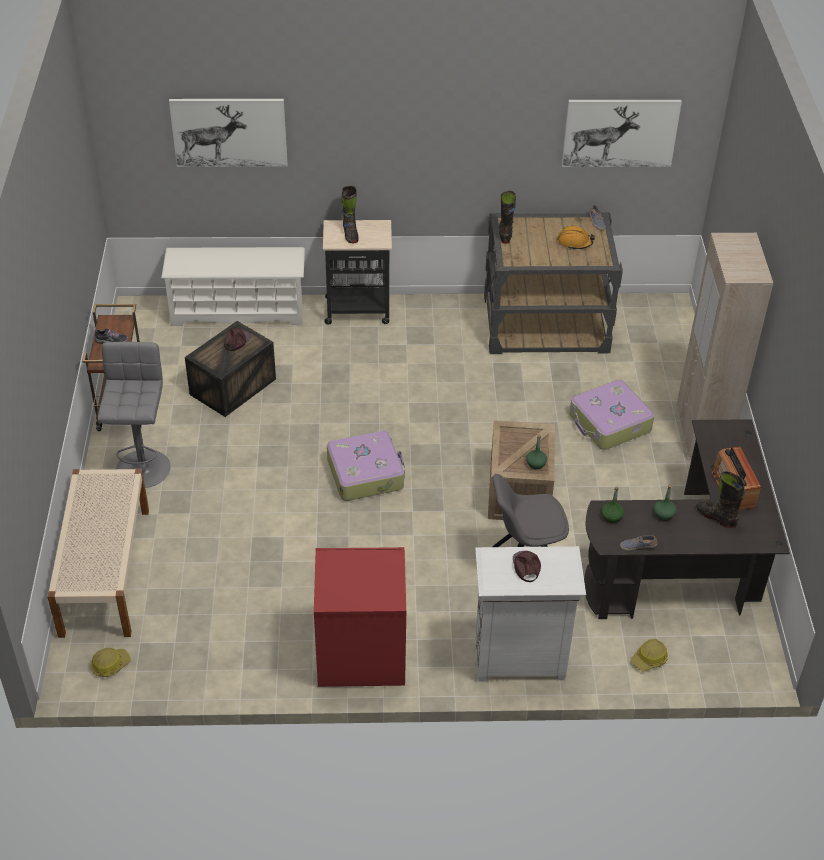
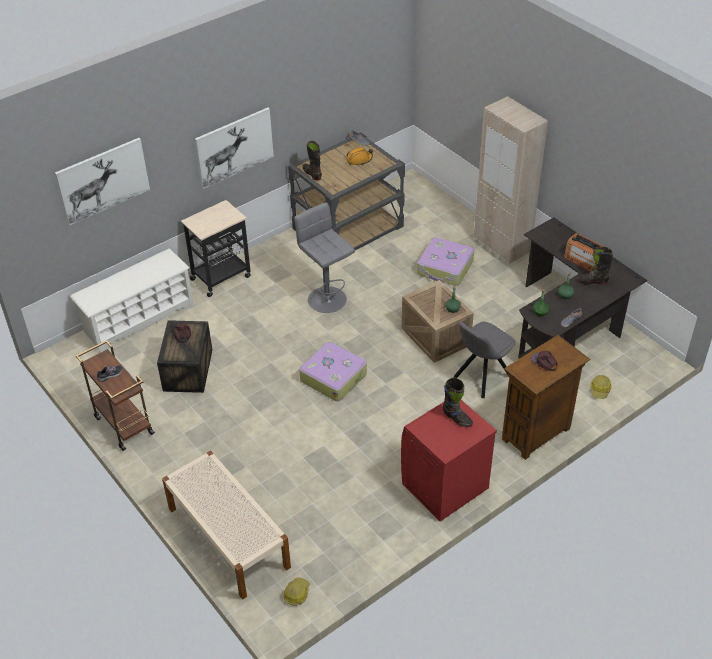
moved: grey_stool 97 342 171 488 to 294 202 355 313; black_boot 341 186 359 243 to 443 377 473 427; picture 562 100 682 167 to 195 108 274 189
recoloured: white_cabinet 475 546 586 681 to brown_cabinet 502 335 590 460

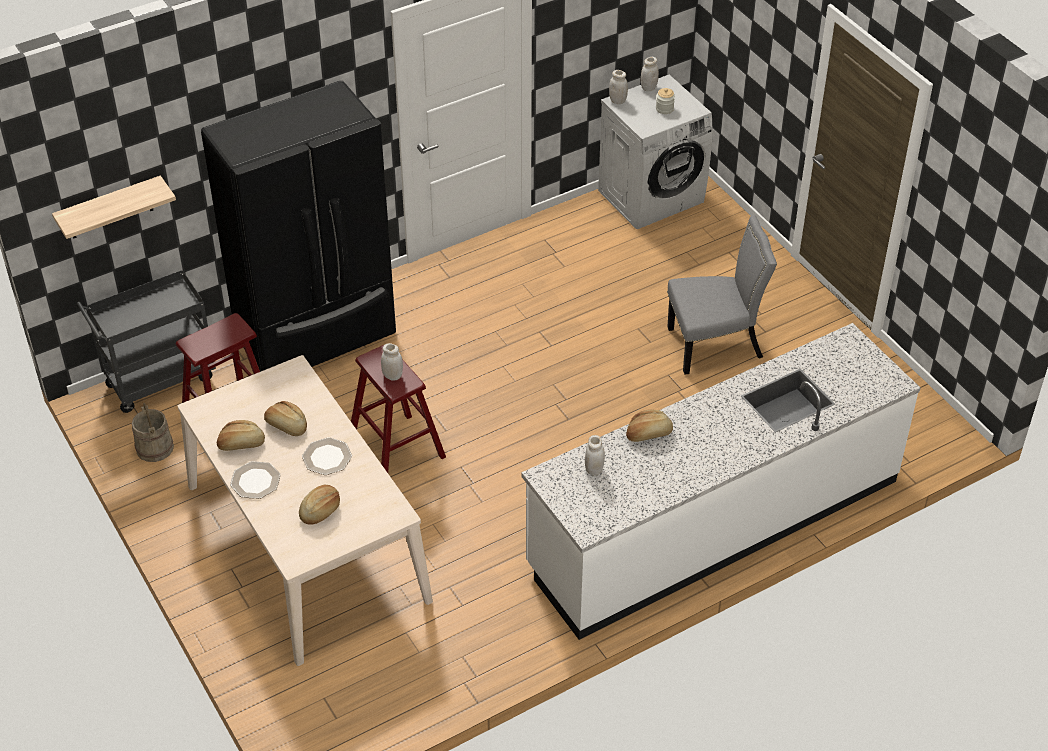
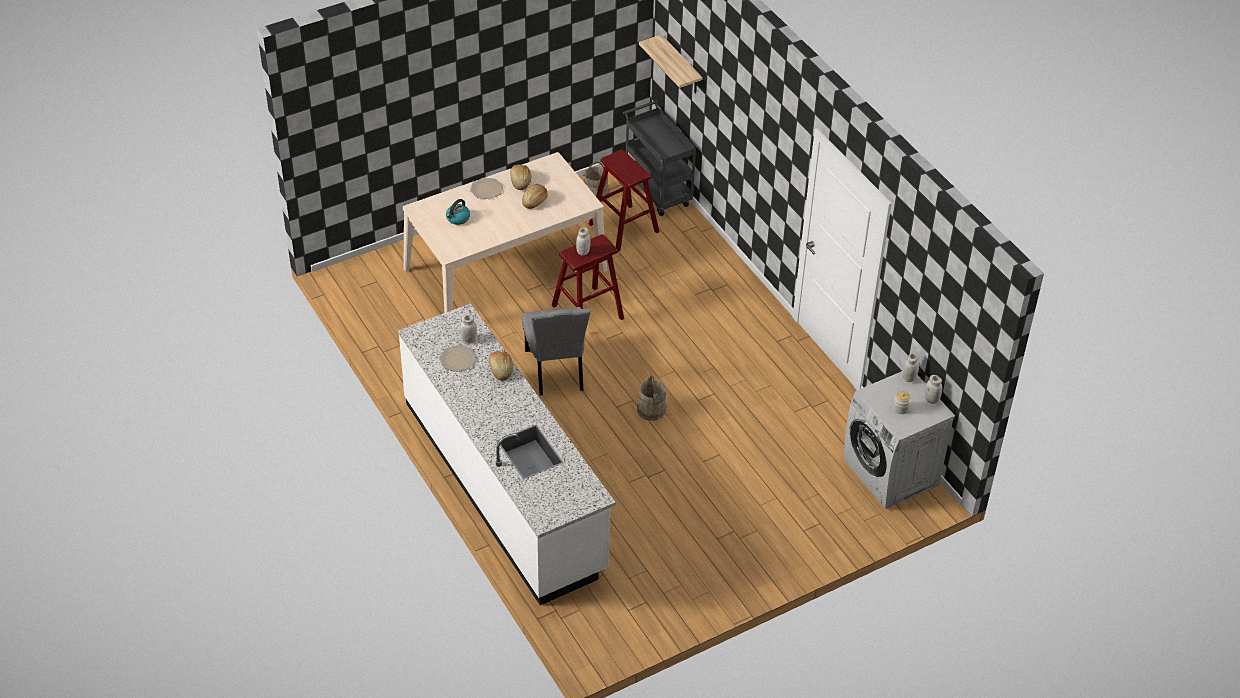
removed: black_fridge 201 81 396 372
added: beige_bucket 637 375 666 421
moved: plate 302 437 352 475 to 439 345 476 372; grey_chair 667 215 777 375 to 522 307 591 395
replaced: bread 299 485 340 525 to kettle 446 199 470 225

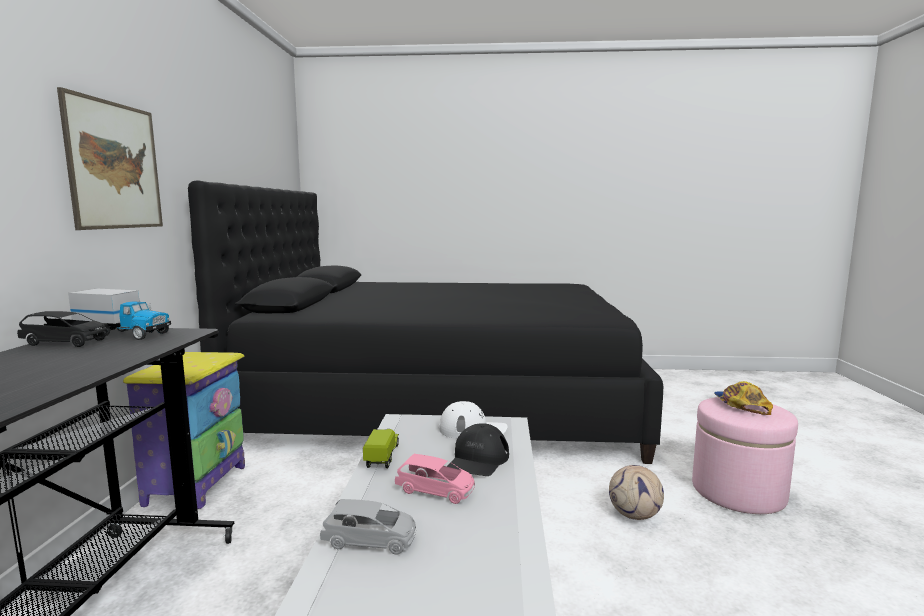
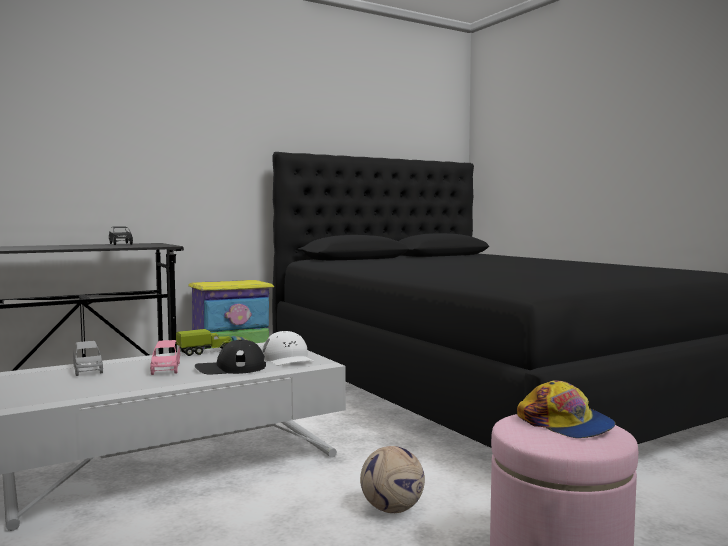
removed: picture 57 87 163 230; toy_truck 68 288 171 340
turned: cap 714 381 773 415 = 517 380 616 438 90 degrees clockwise

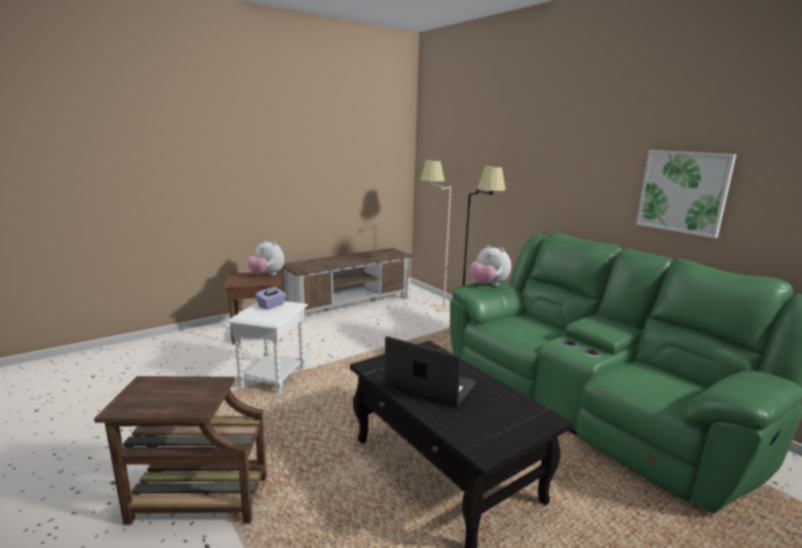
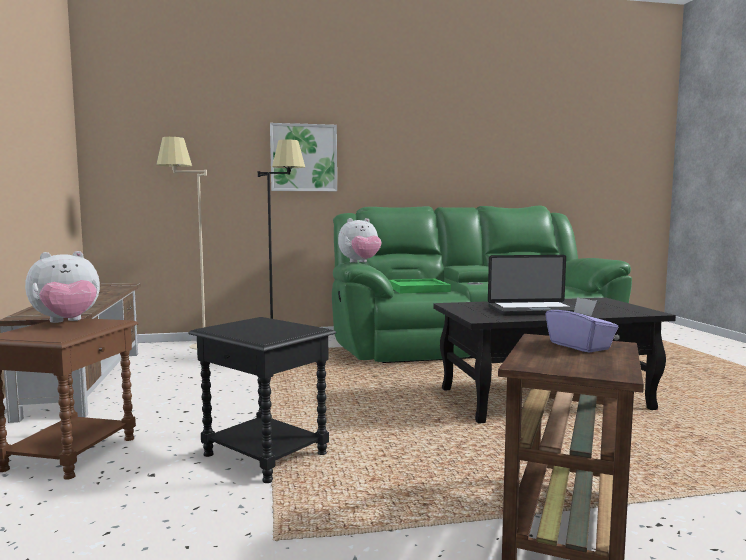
added: green_tray 389 279 451 293
moved: purple_tissue_box 255 286 286 309 to 545 297 619 353; picture 636 150 737 238 to 270 123 337 191
recoloured: white_side_table 227 301 308 394 to black_side_table 188 317 336 483
turned: laptop 384 336 476 406 = 488 255 575 316 150 degrees counterclockwise

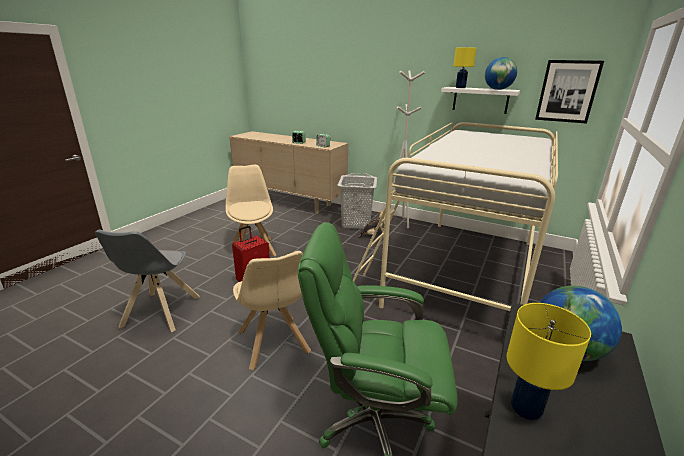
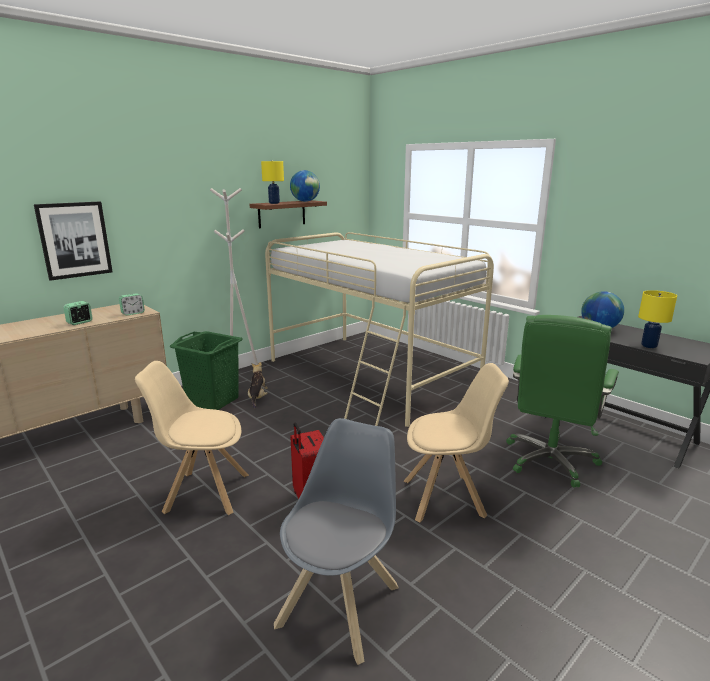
moved: picture 535 60 604 124 to 34 201 113 281
recoloured: grey_laundry_basket 337 173 377 229 to green_laundry_basket 169 331 243 410; white_shelf 441 87 520 114 to brown_shelf 250 200 327 228
turned: grey_chair 95 230 200 332 = 274 418 398 665 90 degrees counterclockwise

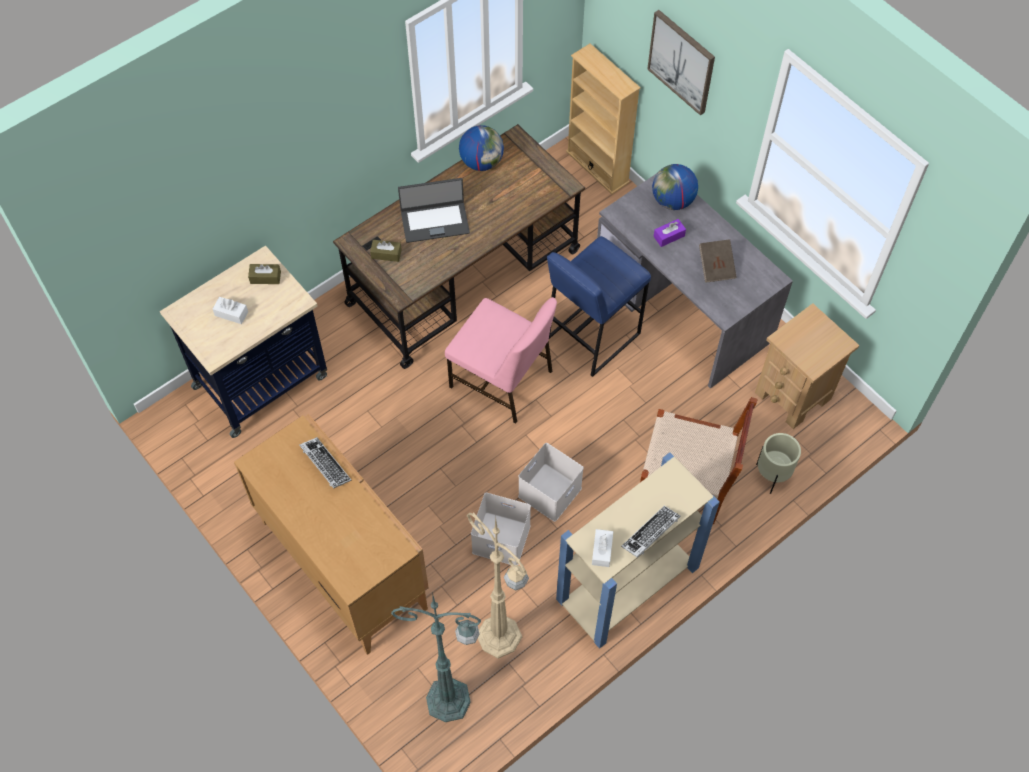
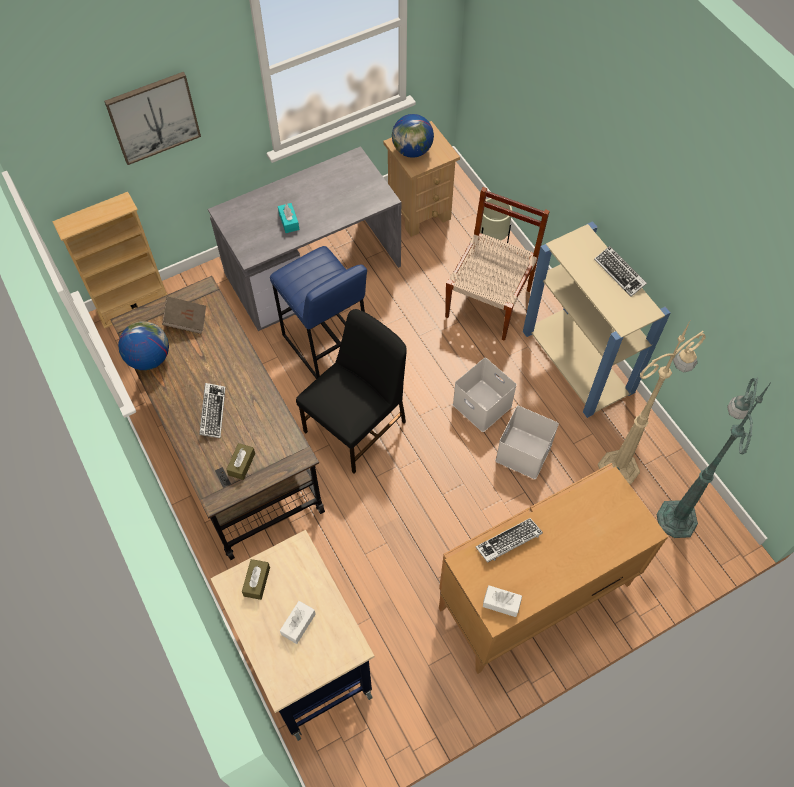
moved: white_tissue_box 592 529 613 567 to 483 586 522 617; globe 652 164 698 210 to 392 114 434 158; brown_book 699 239 737 283 to 162 296 206 334
replaced: laptop 398 178 470 243 to keyboard 199 383 226 438
recoloured: pink_chair 445 297 557 423 to black_chair 296 309 407 474; purple_tissue_box 654 219 686 247 to turquoise_tissue_box 278 203 299 233

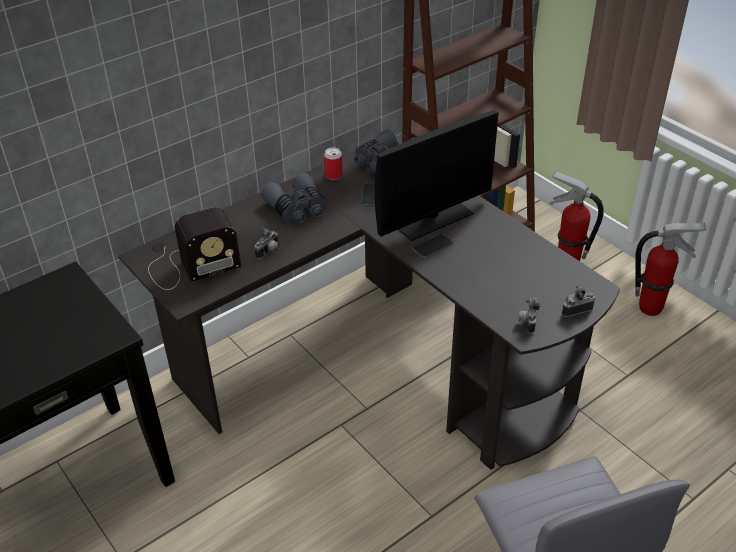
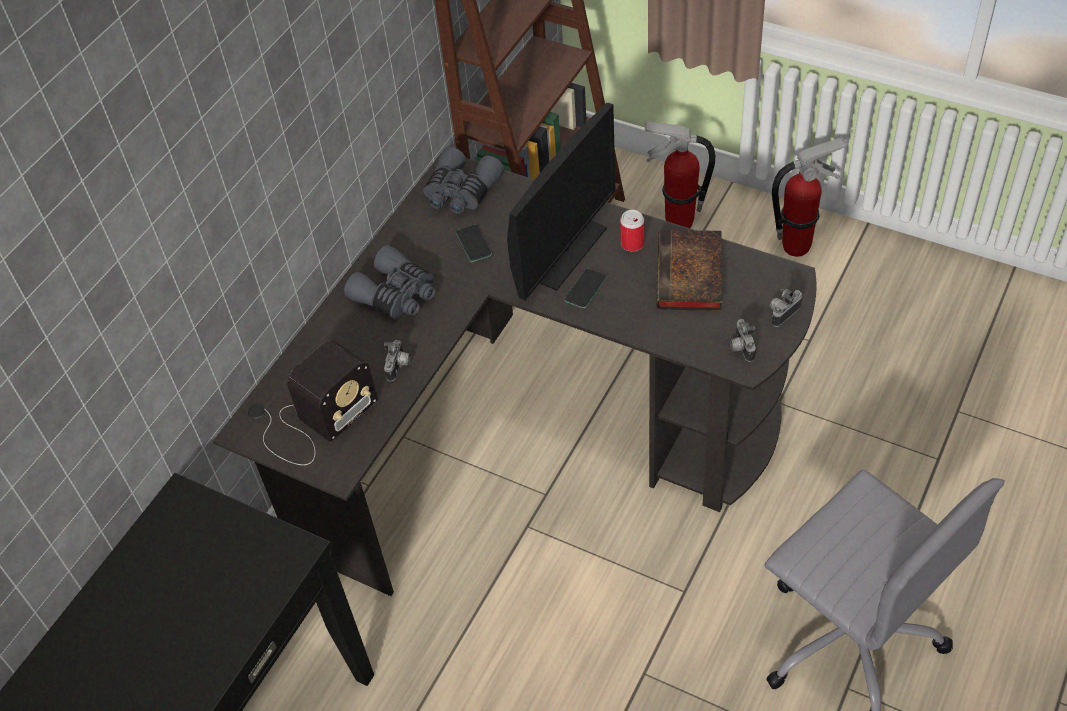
added: book 656 230 722 311
moved: can 324 147 343 180 to 620 210 644 252

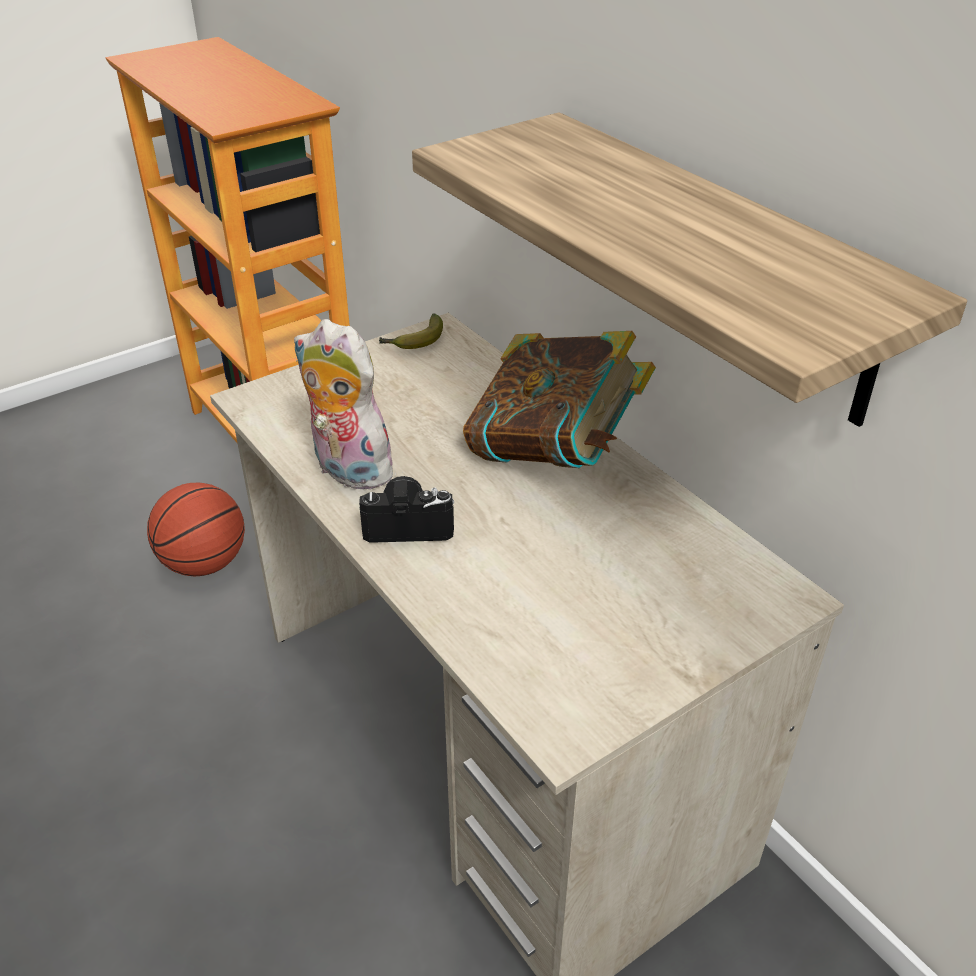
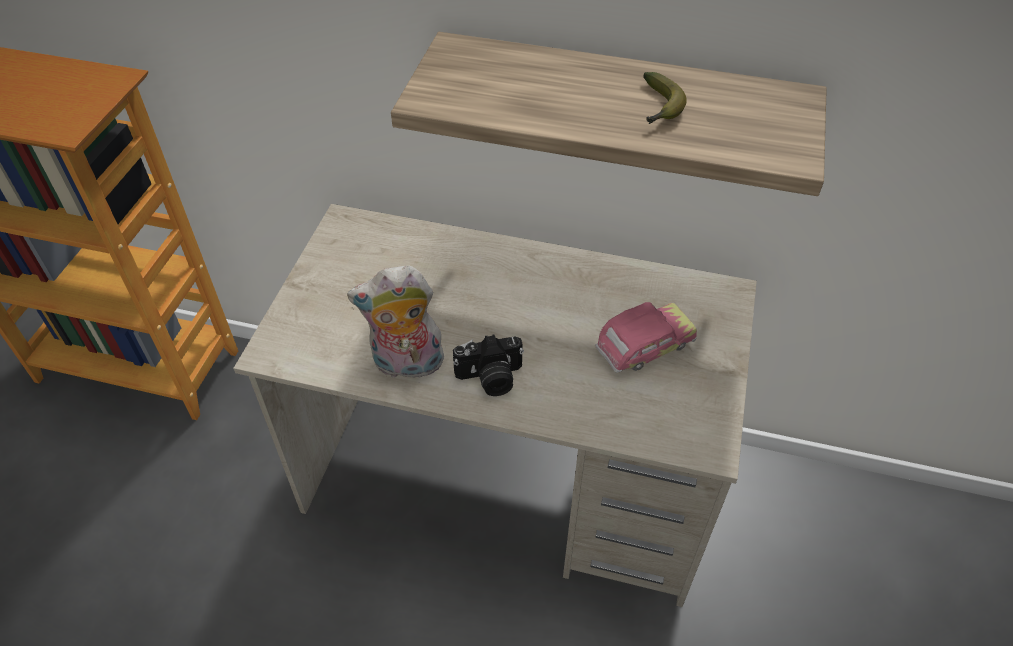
removed: basketball 147 483 245 577; book 463 331 656 468
added: toy_car 595 302 697 373
moved: banana 379 313 443 349 to 643 72 687 124
turned: photo_camera 359 476 454 543 = 453 334 524 396 150 degrees counterclockwise

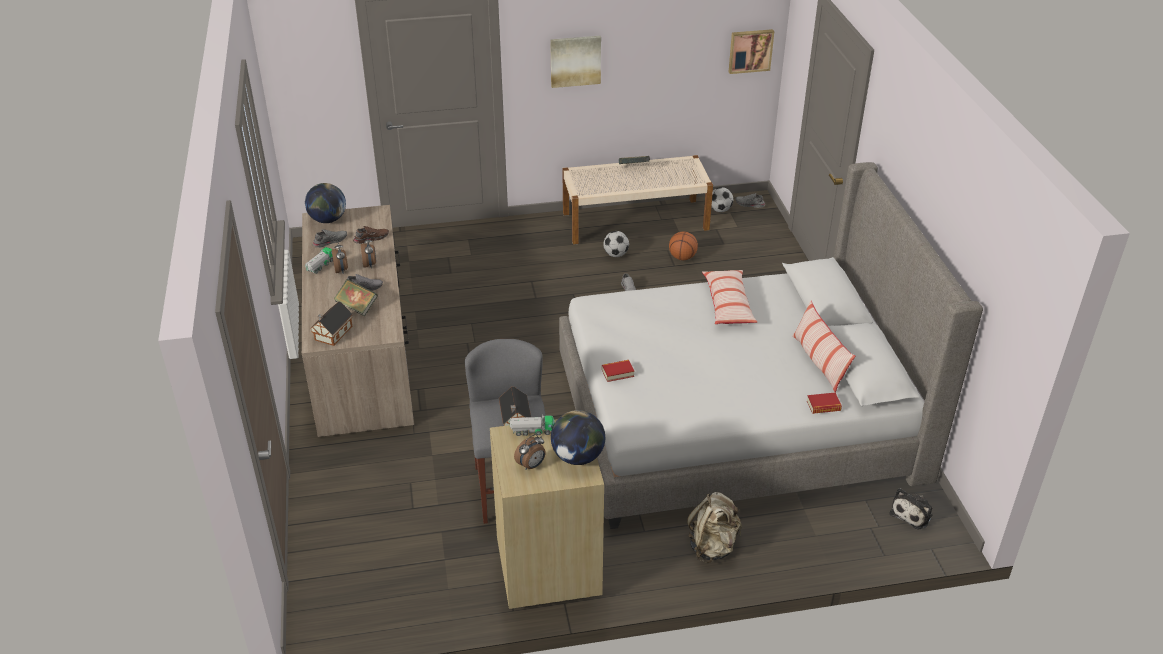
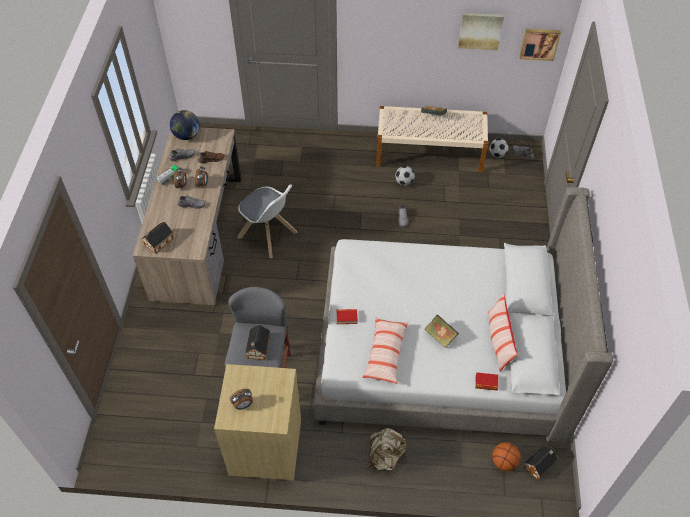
removed: toy_truck 510 414 555 436; globe 551 410 605 465
added: chair 237 184 298 258
moved: book 334 279 378 317 to 424 315 459 348; picture 550 36 601 88 to 458 13 504 50; basketball 669 231 698 260 to 492 442 521 471; pillow 702 270 757 324 to 362 317 409 384
replaced: plush_toy 890 488 932 529 to toy_house 524 445 558 480

